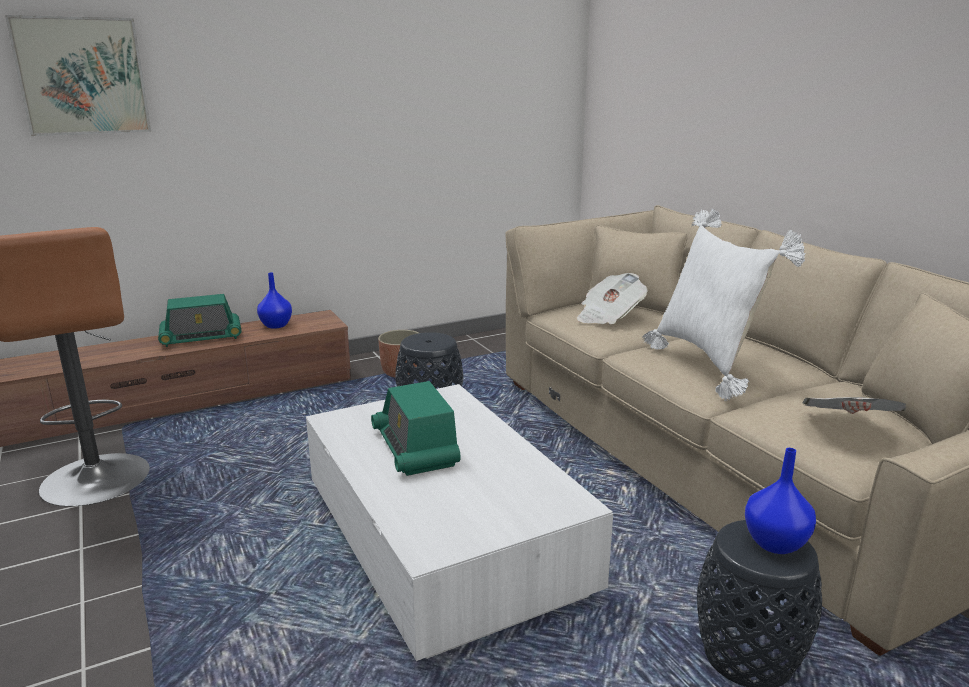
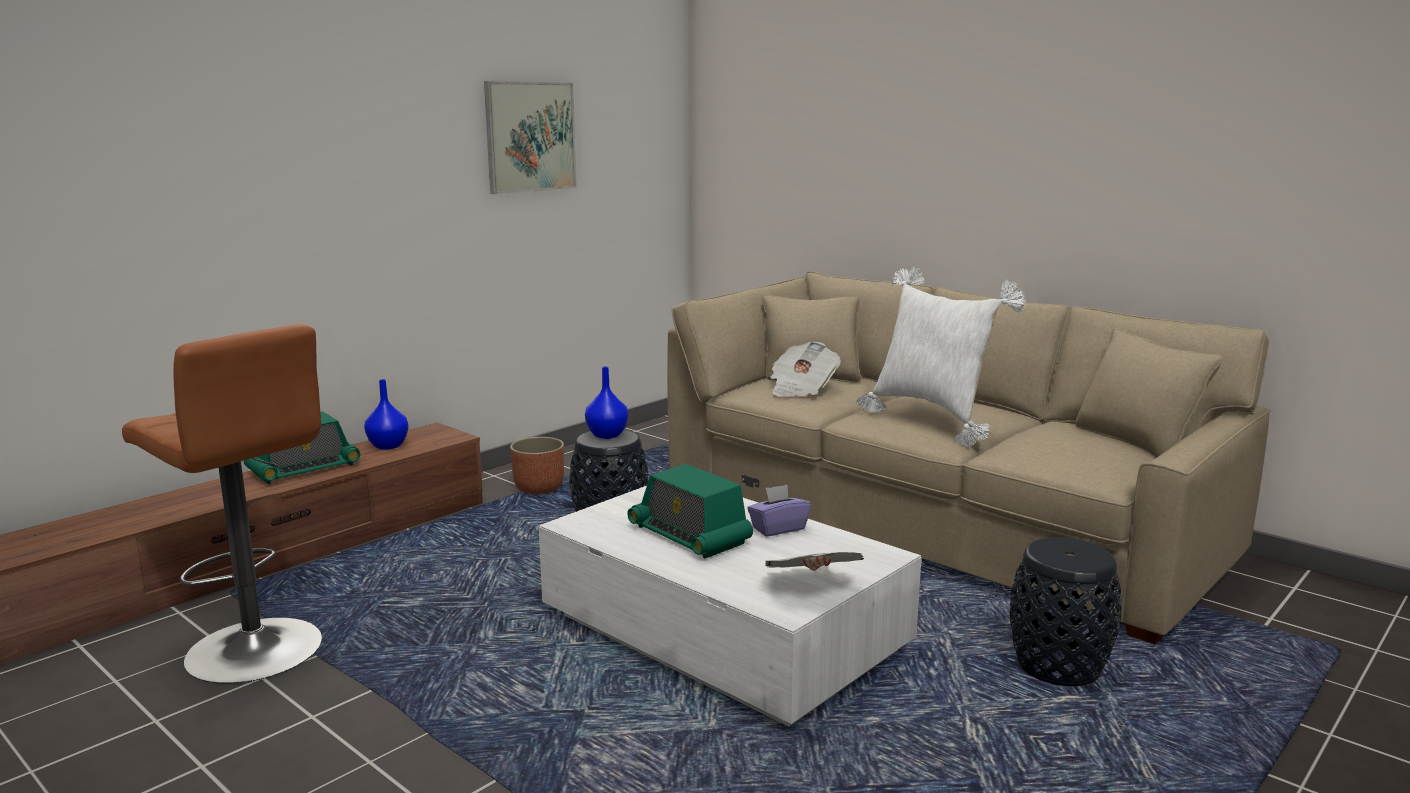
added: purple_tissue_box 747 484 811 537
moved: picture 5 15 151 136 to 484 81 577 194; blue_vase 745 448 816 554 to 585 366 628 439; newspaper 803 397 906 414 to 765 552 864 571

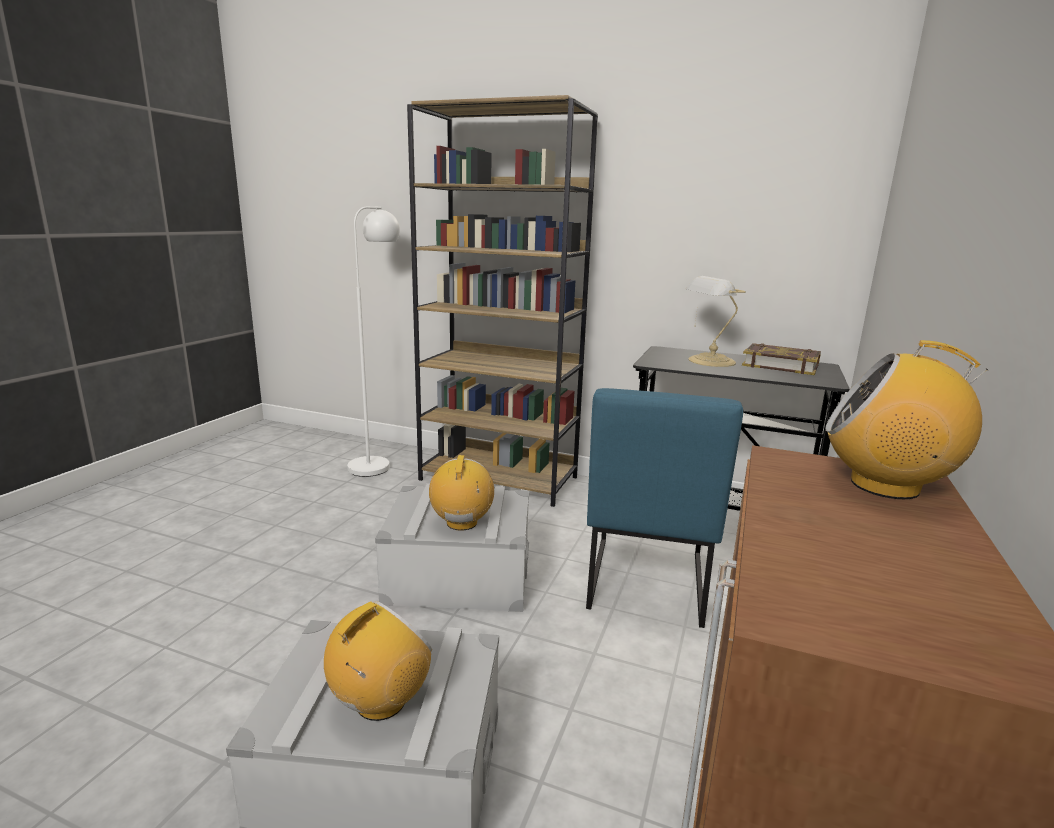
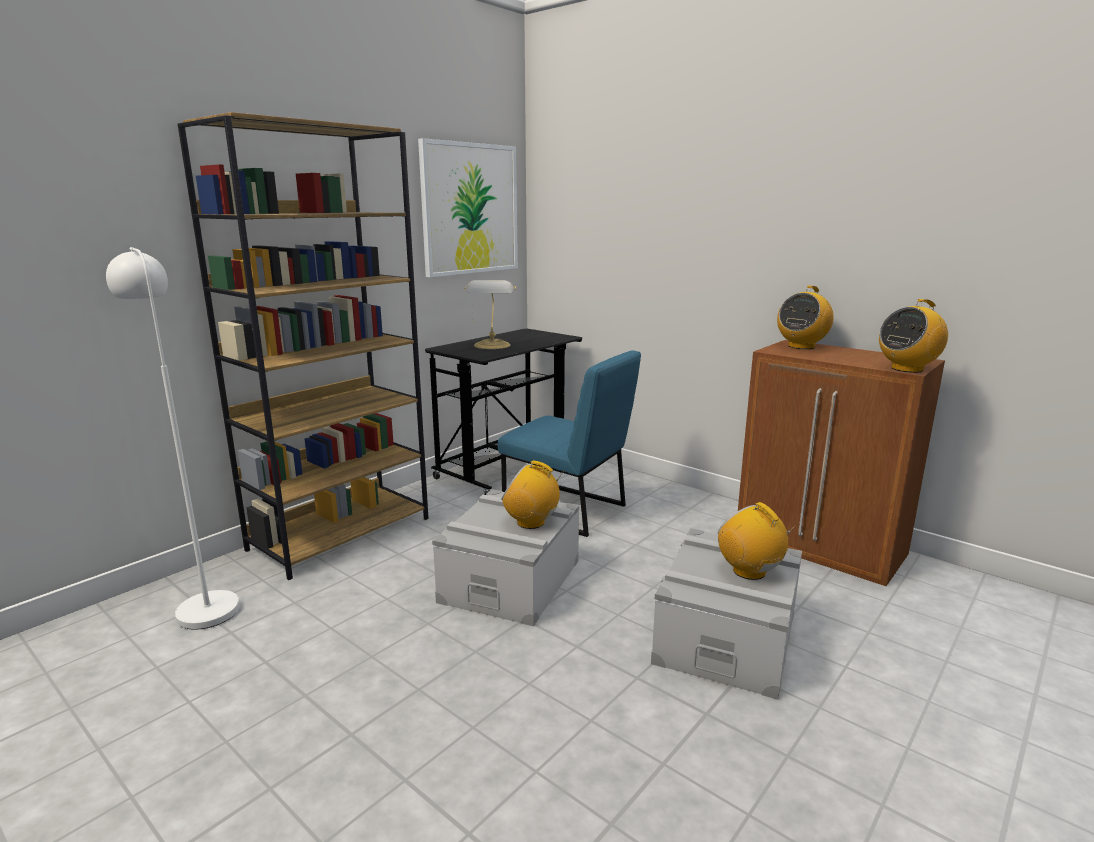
removed: book 742 343 821 375
added: picture 418 138 518 277; radio 879 299 948 373

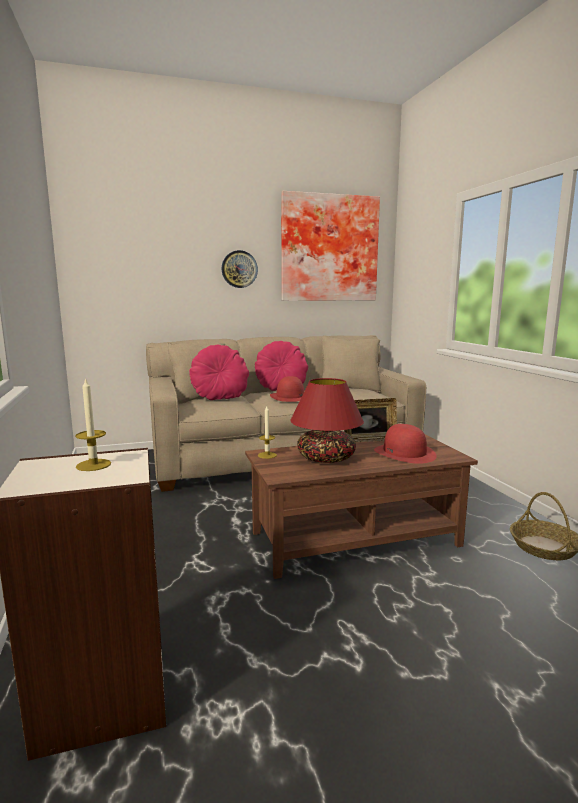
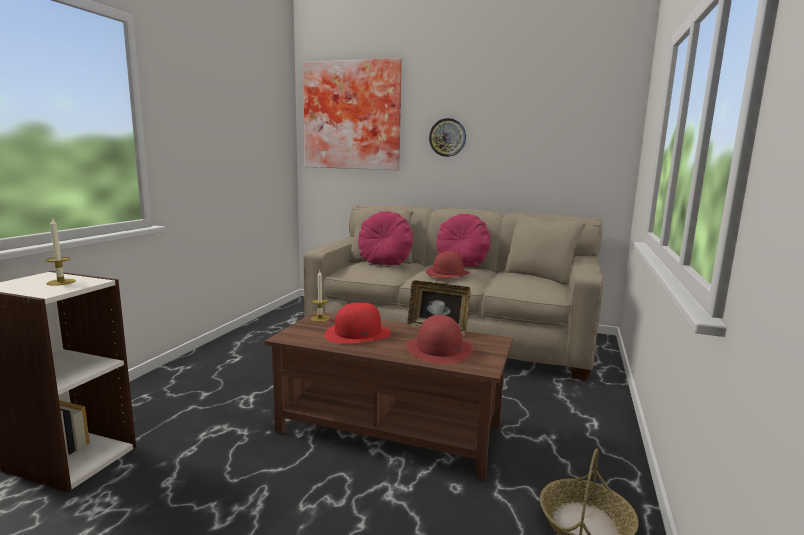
moved: picture 281 191 380 301 to 303 58 402 170
replaced: red_table_lamp 290 378 364 463 to red_hat 324 302 391 343

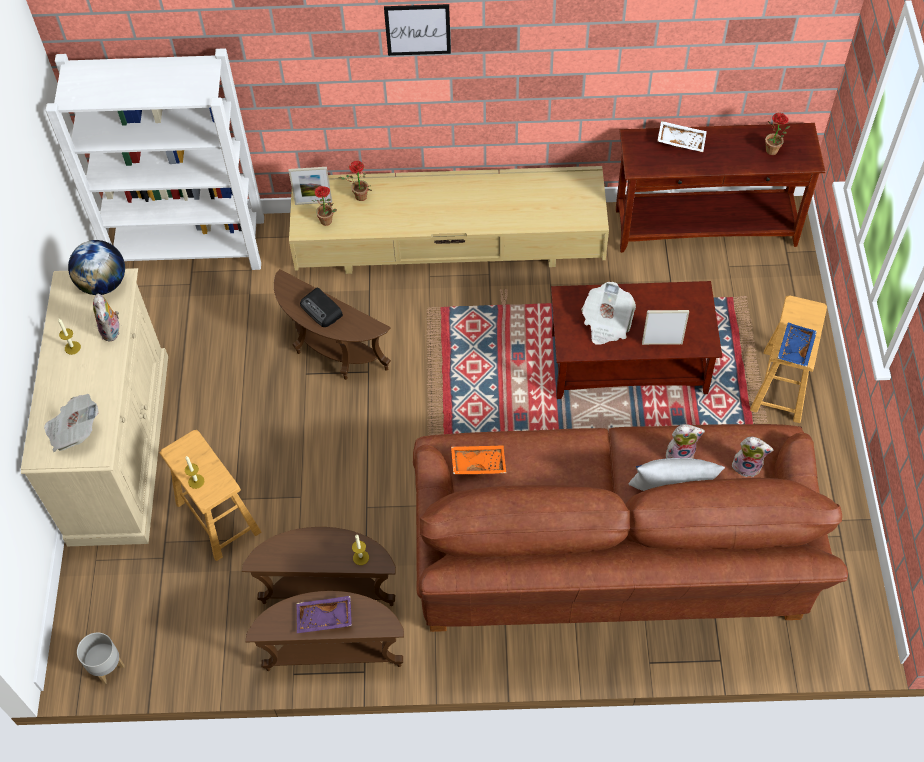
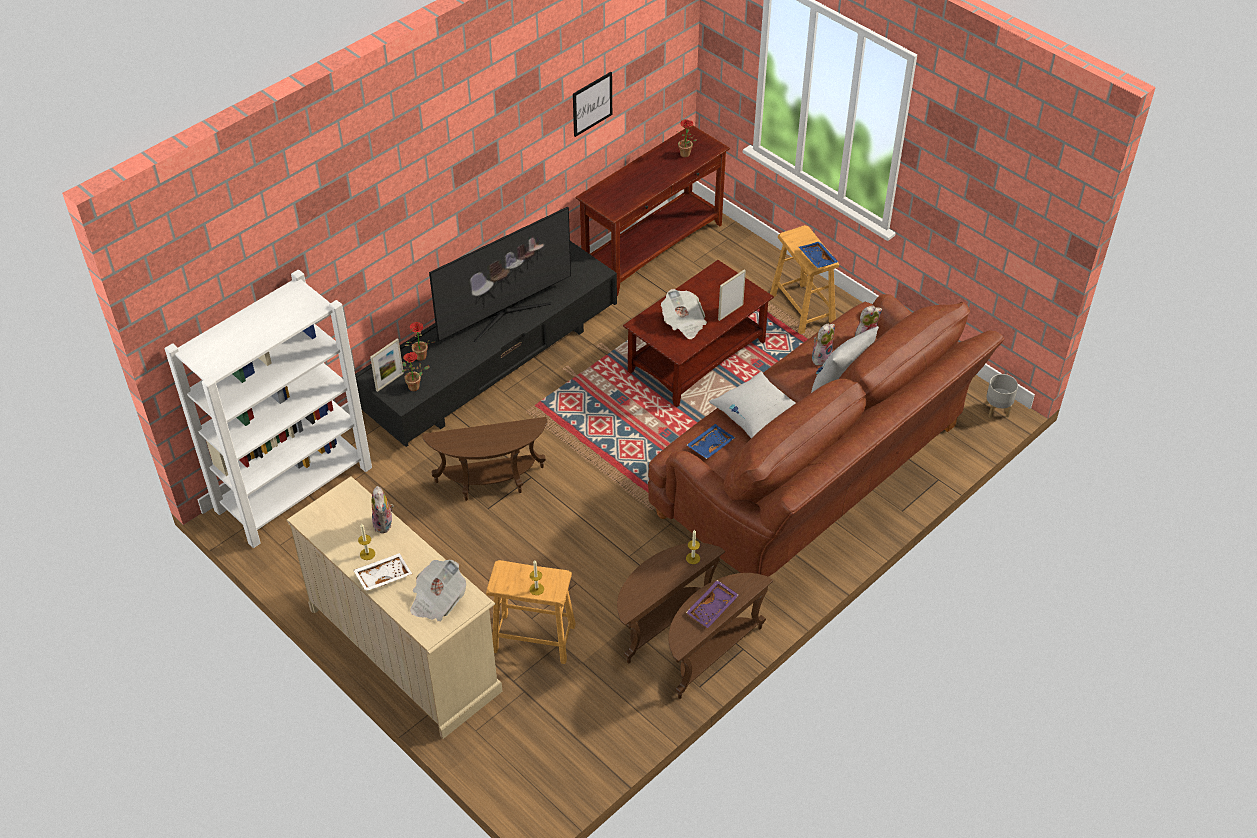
removed: globe 68 240 125 295; radio 300 288 343 327
added: television 429 207 571 342; grey_pillow 709 372 796 438
moved: grey_planter 77 632 125 684 to 986 374 1018 418; picture 384 4 451 56 to 573 72 612 137; white_tray 657 121 707 152 to 353 553 412 591
recoloured: beige_tv_stand 289 166 609 274 to black_tv_stand 355 241 617 447; orange_tray 451 445 506 474 to blue_tray 687 424 735 459
turned: plush_toy 93 294 119 341 = 372 486 394 533 45 degrees clockwise

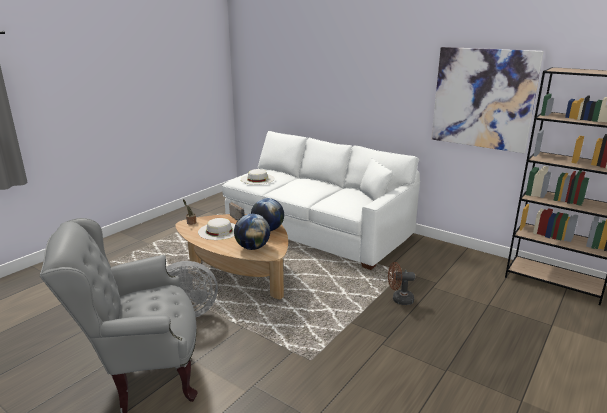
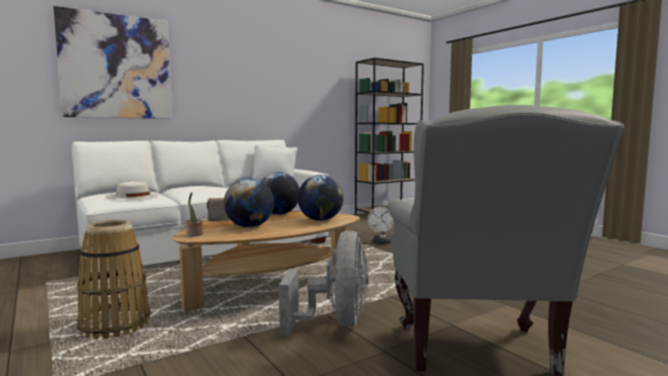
added: basket 77 220 150 339
moved: picture 431 47 544 153 to 53 6 172 119
replaced: white_hat 198 218 236 240 to globe 224 178 274 228
recoloured: brown_fan 388 262 415 305 to white_fan 368 207 393 244

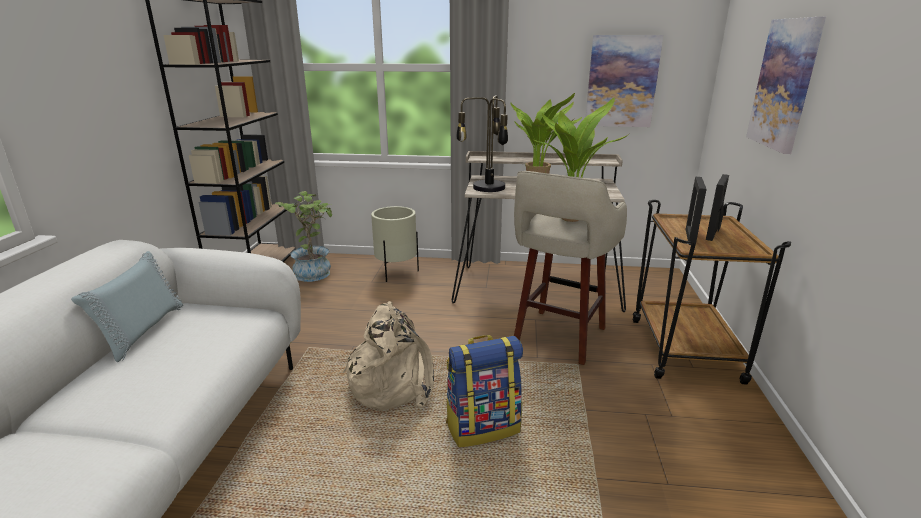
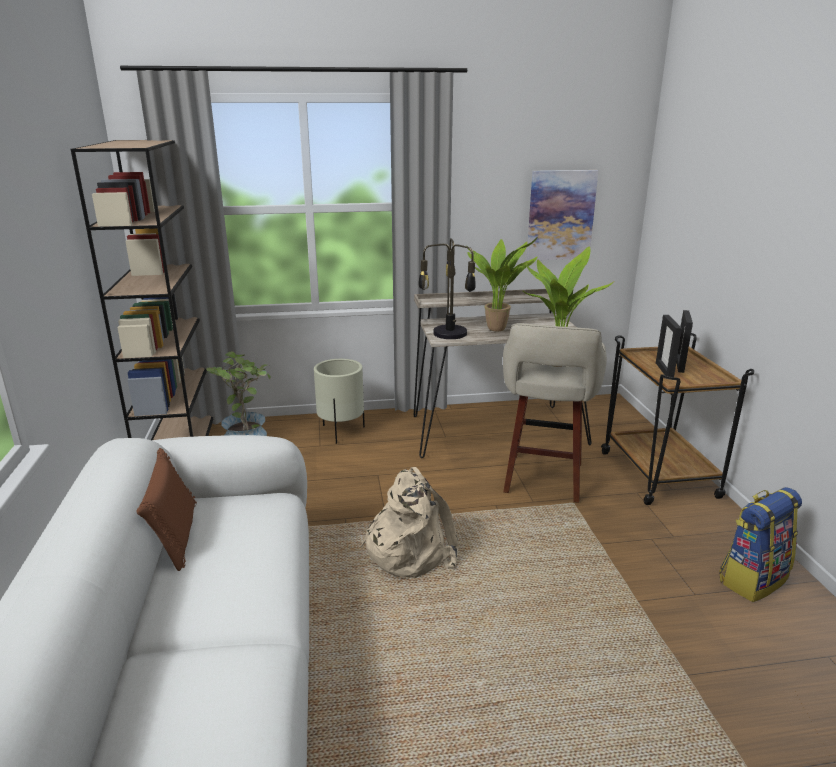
removed: picture 746 17 826 154
moved: backpack 446 335 523 447 to 719 487 802 602
recoloured: blue_pillow 71 251 183 362 to brown_pillow 136 448 197 571

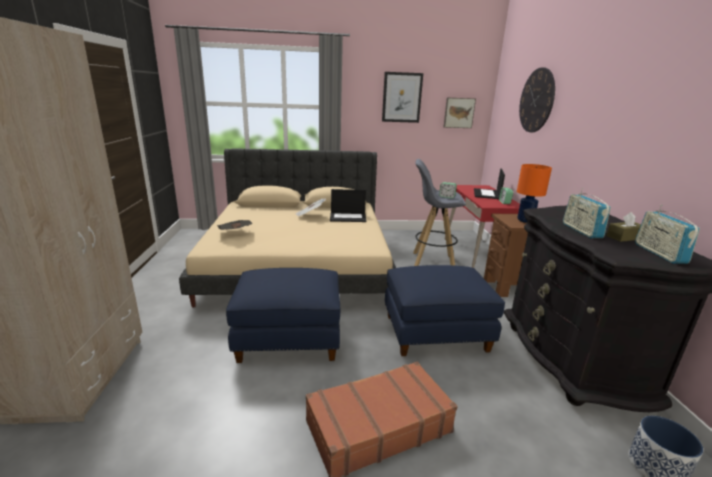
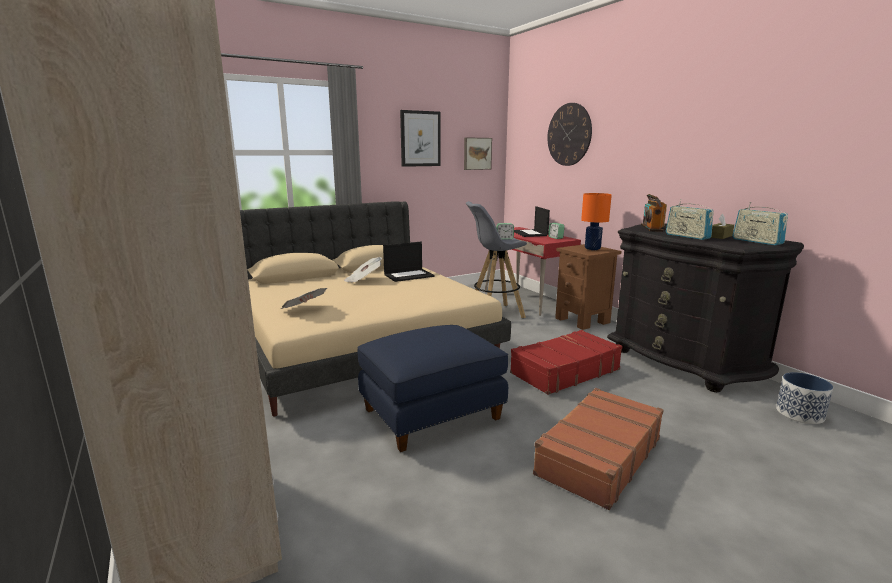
added: radio 641 194 667 232
replaced: blue_ottoman 385 265 505 356 to red_suitcase 510 330 623 395

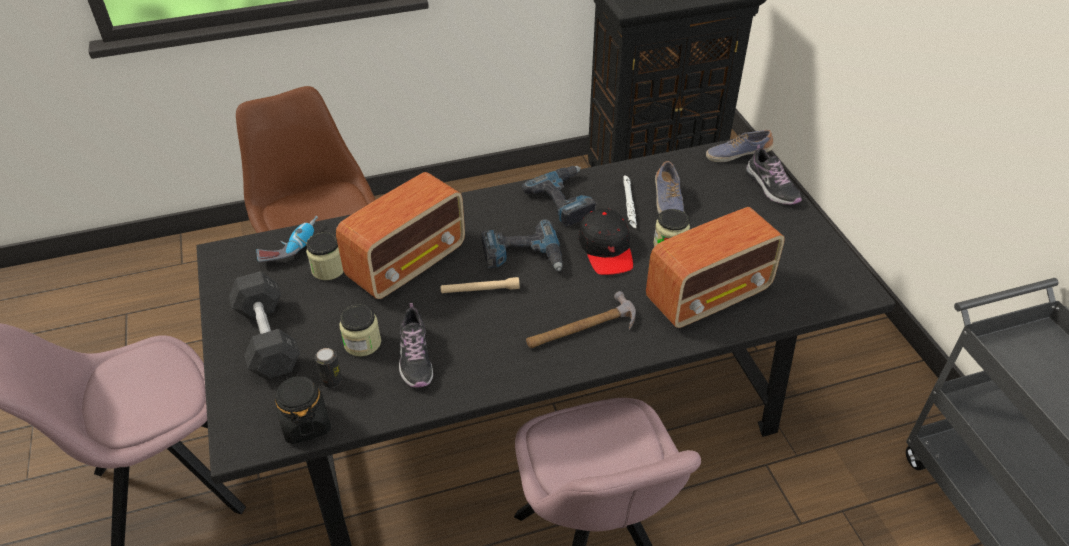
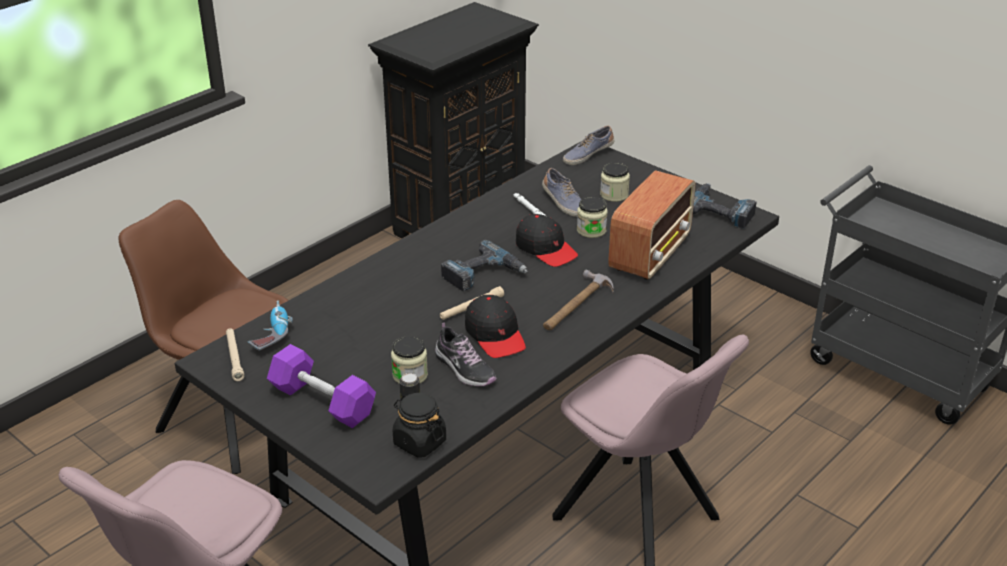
removed: radio 336 172 465 299; shoe 746 144 802 205
added: beige_flashlight 226 328 244 381; black_cap 465 295 526 358
moved: jar 306 232 344 280 to 600 163 630 202; power_drill 522 166 597 226 to 693 183 757 228
recoloured: grey_dumbbell 229 271 300 379 to purple_dumbbell 267 344 376 428

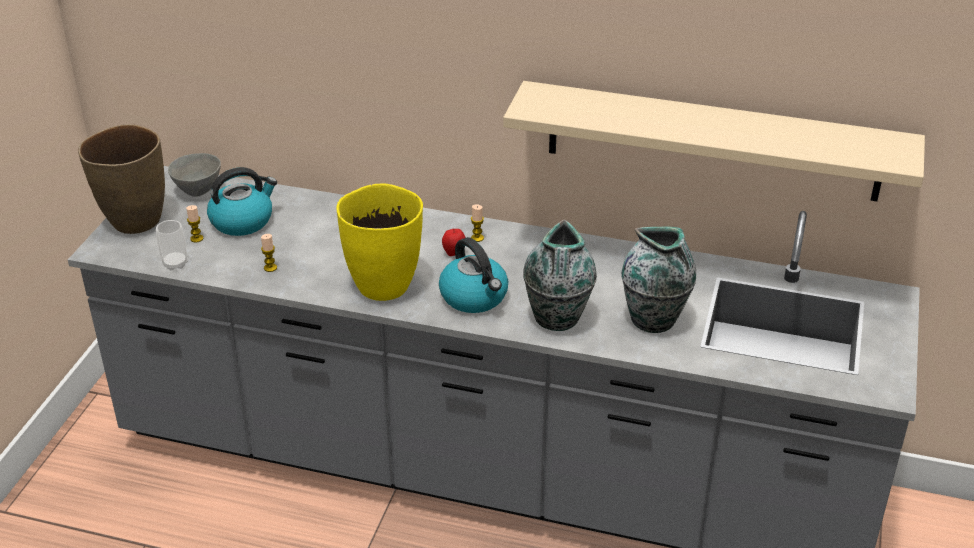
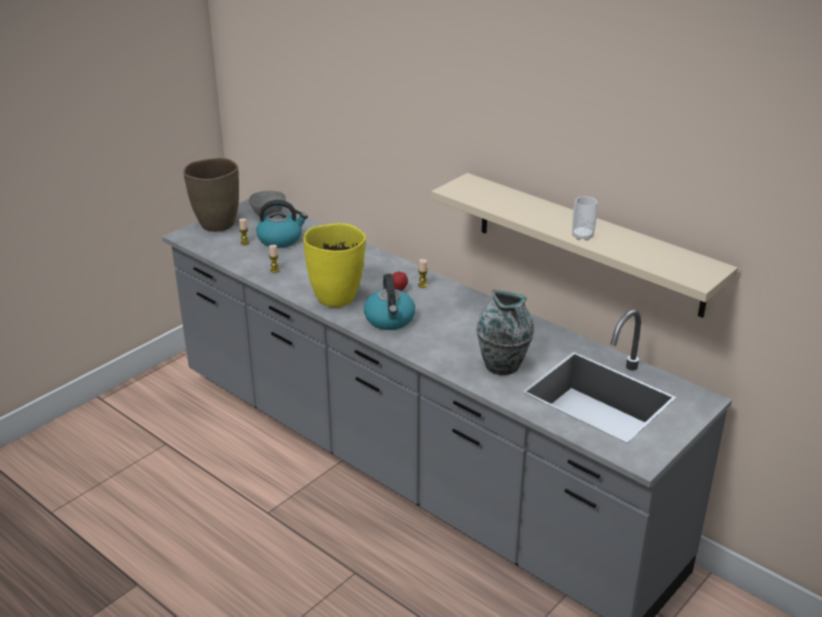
removed: vase 523 220 597 331
moved: cup 156 220 188 270 to 572 196 597 241

